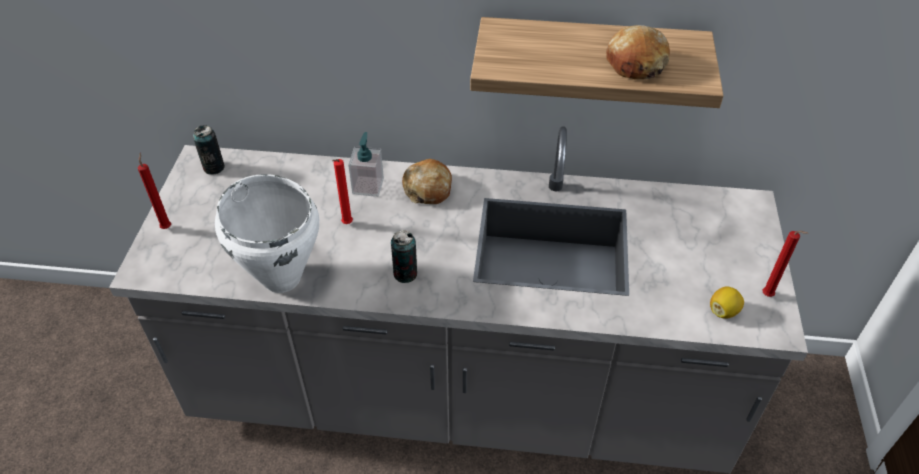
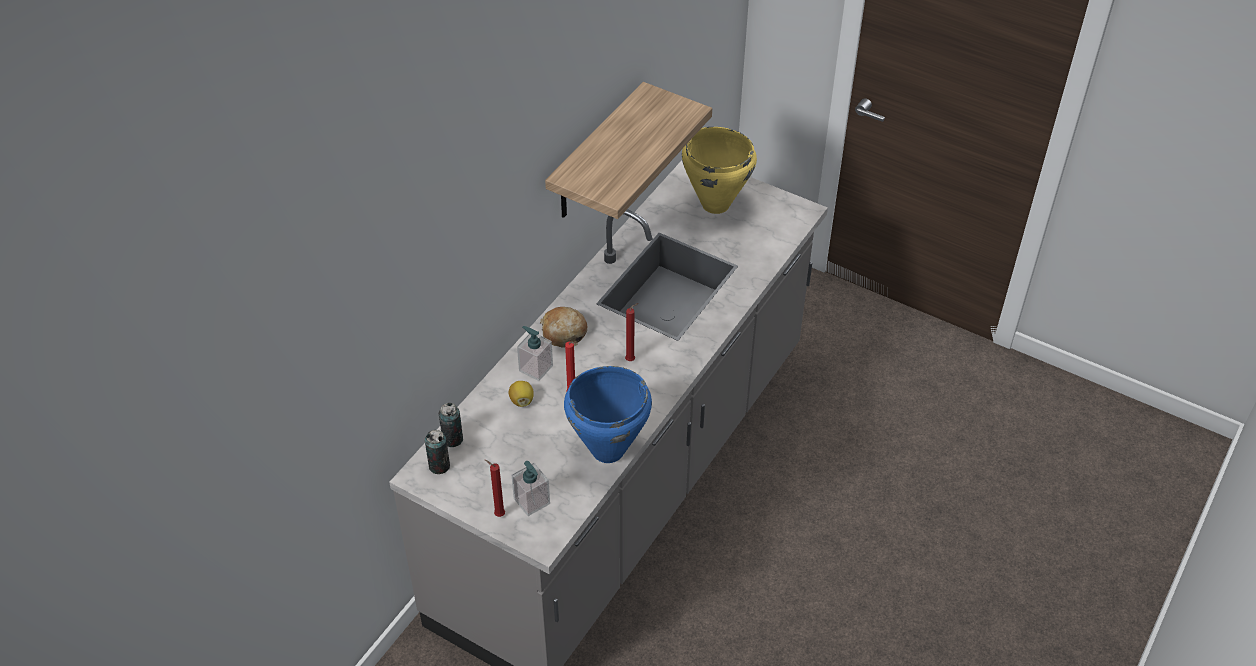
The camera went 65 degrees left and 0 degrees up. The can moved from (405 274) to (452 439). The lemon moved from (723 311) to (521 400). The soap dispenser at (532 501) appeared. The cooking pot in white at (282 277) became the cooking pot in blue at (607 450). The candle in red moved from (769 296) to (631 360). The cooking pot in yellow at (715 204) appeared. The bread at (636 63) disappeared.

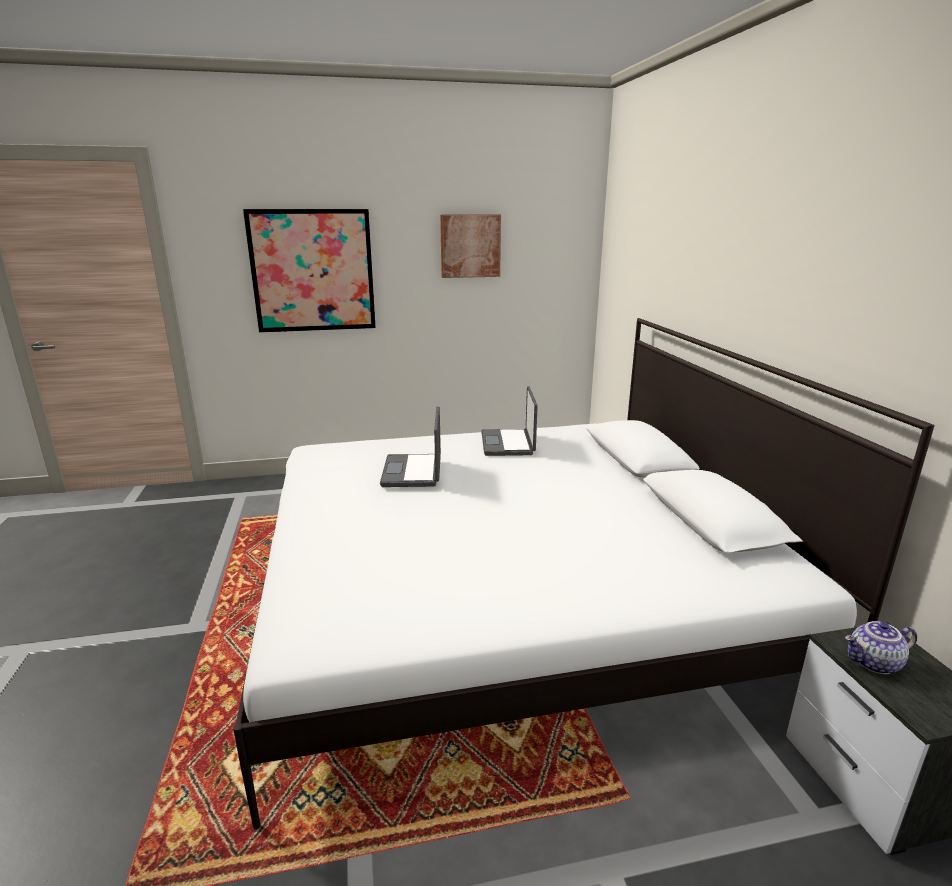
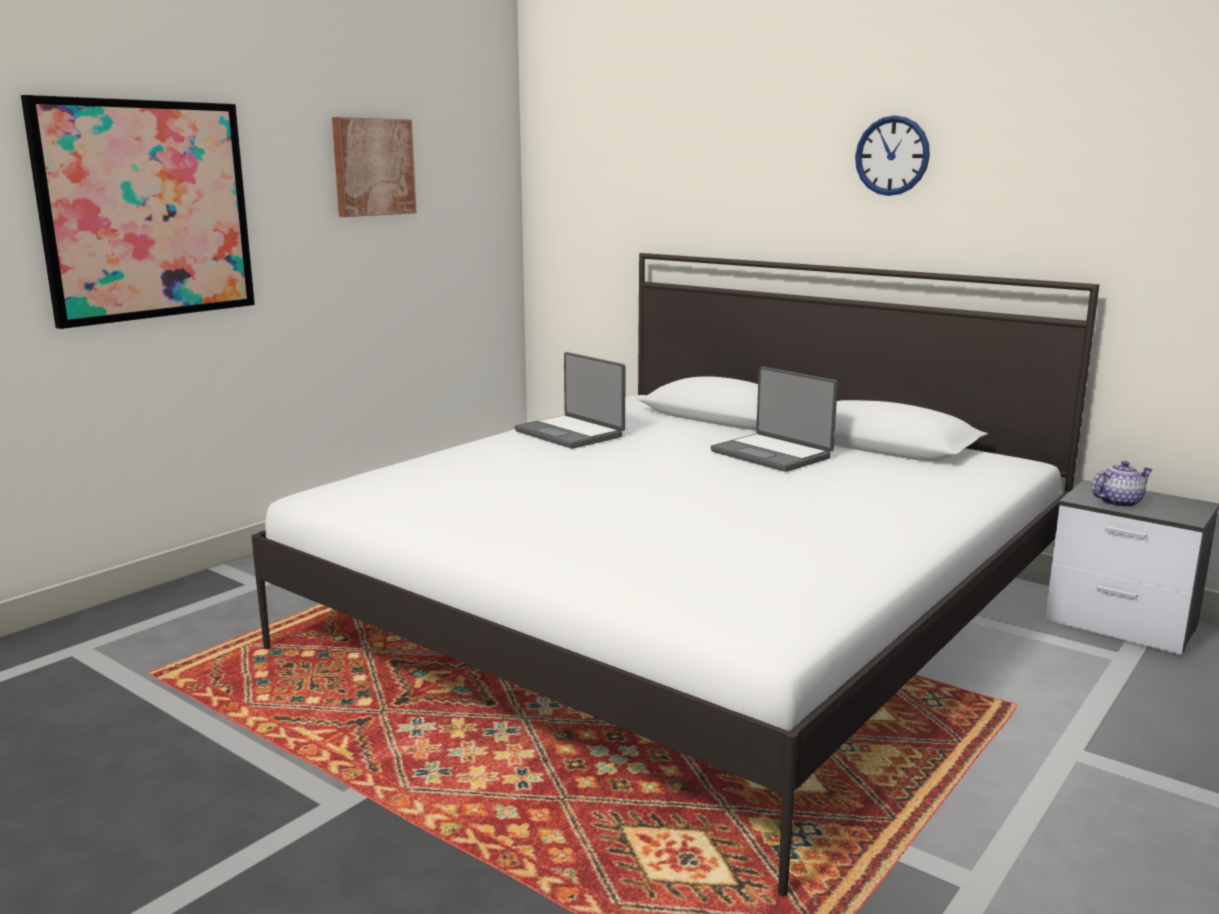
The camera went 40 degrees left and 5 degrees down. The laptop moved from (413 472) to (772 454). The wall clock at (892 156) appeared. The teapot at (874 664) turned 150 degrees counterclockwise.

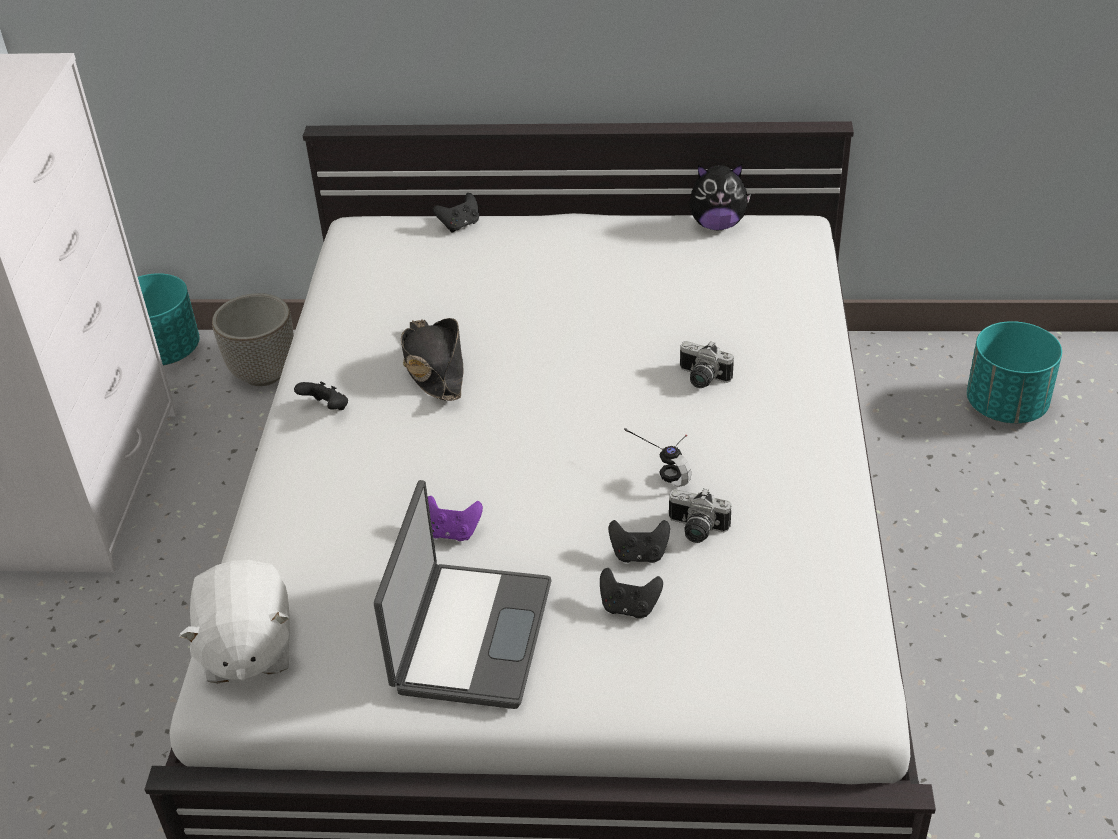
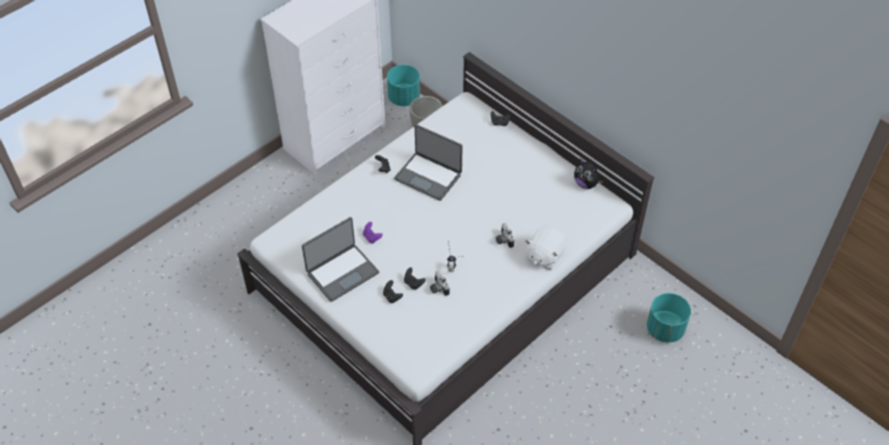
The camera went 40 degrees right and 10 degrees up. The hat in black at (434 367) was replaced by the laptop at (429 176). The plush toy in white moved from (246 649) to (544 255).

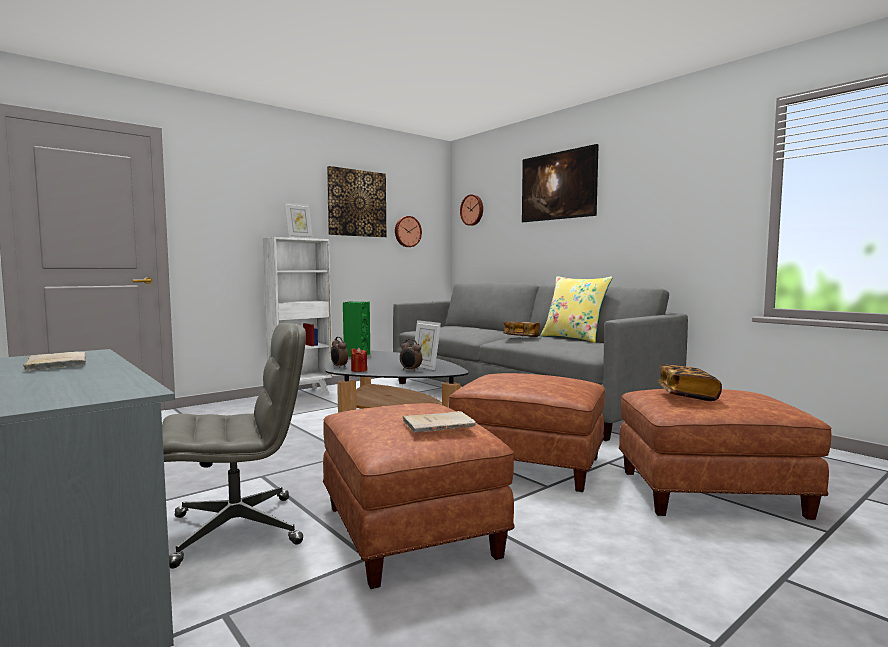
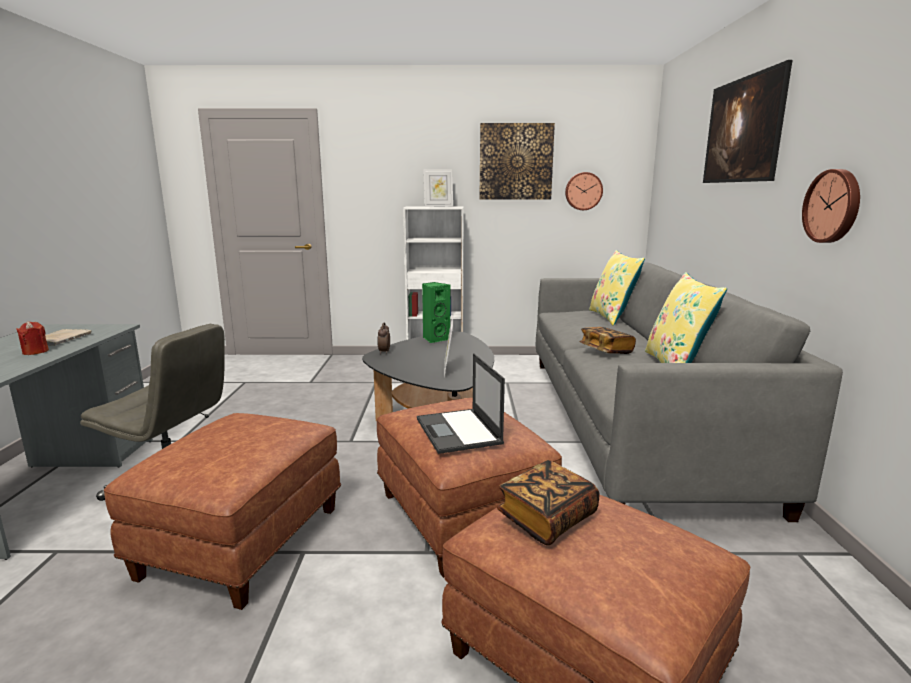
The camera went 40 degrees right and 10 degrees up. The candle in red moved from (359 370) to (35 352). The laptop at (459 431) appeared. The pillow in yellow at (612 317) appeared. The wall clock moved from (472 210) to (833 206). The alarm clock at (410 370) disappeared. The book in beige at (440 425) disappeared.

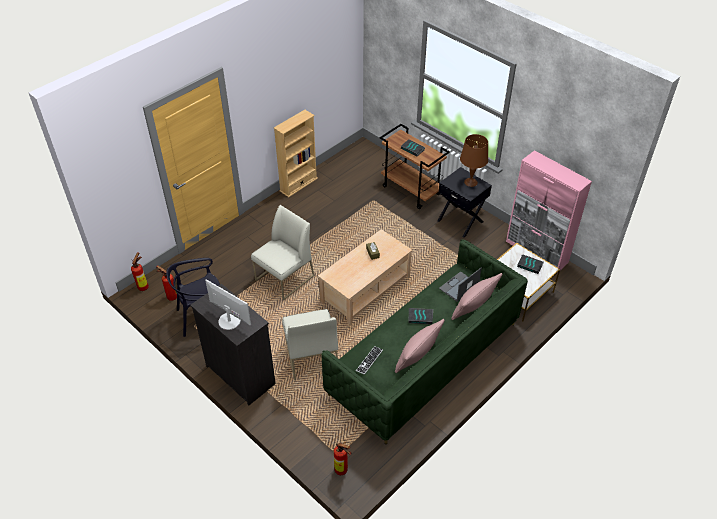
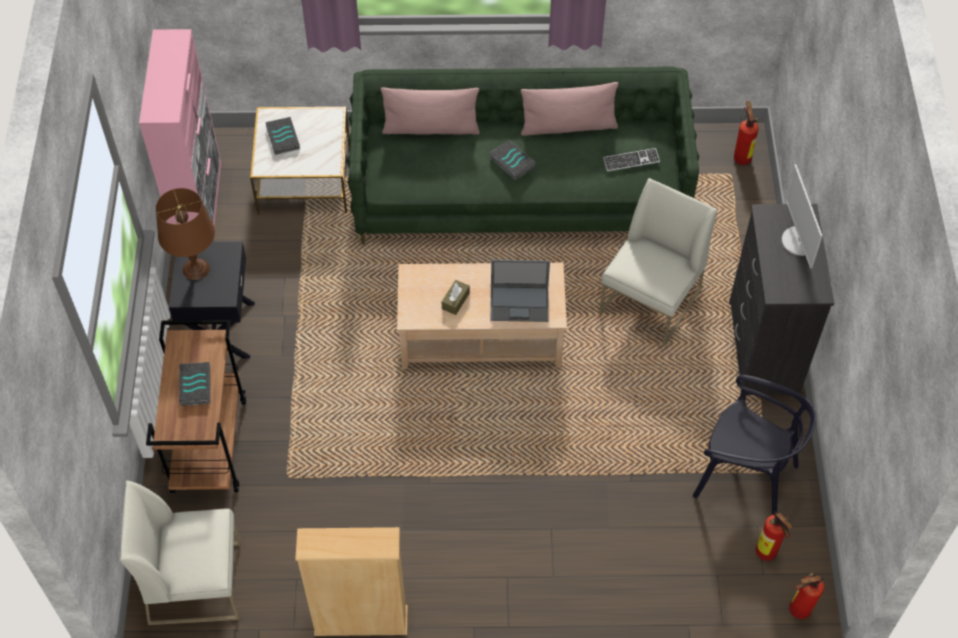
The camera went 135 degrees left and 10 degrees up. The chair in white moved from (284 278) to (196 582). The laptop moved from (458 287) to (520 303).

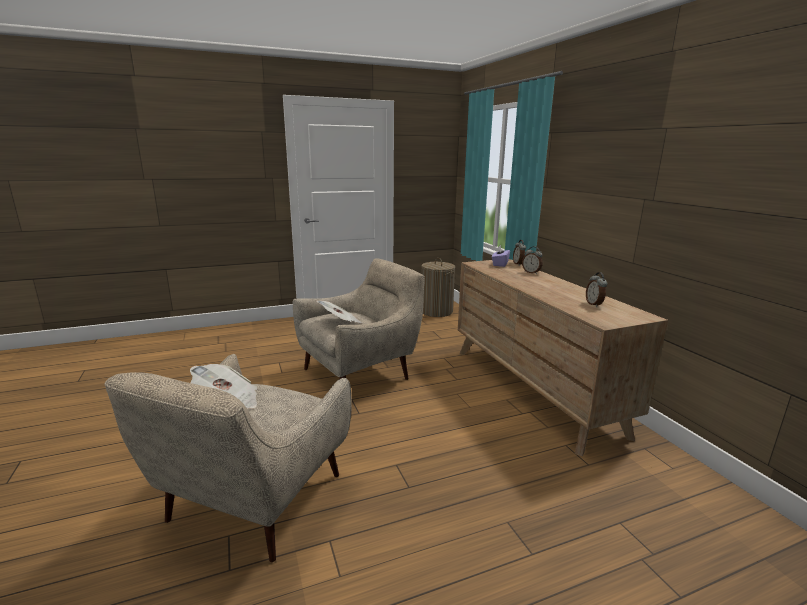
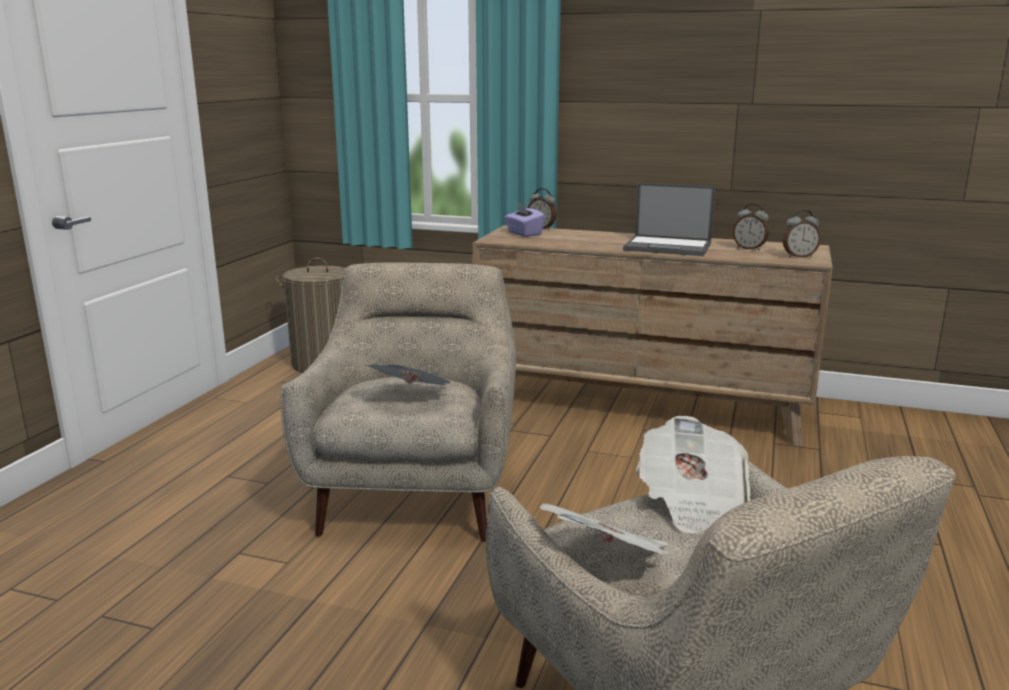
The camera went 50 degrees left and 0 degrees up. The laptop at (669 247) appeared. The newspaper at (692 502) appeared. The alarm clock moved from (531 272) to (798 256).

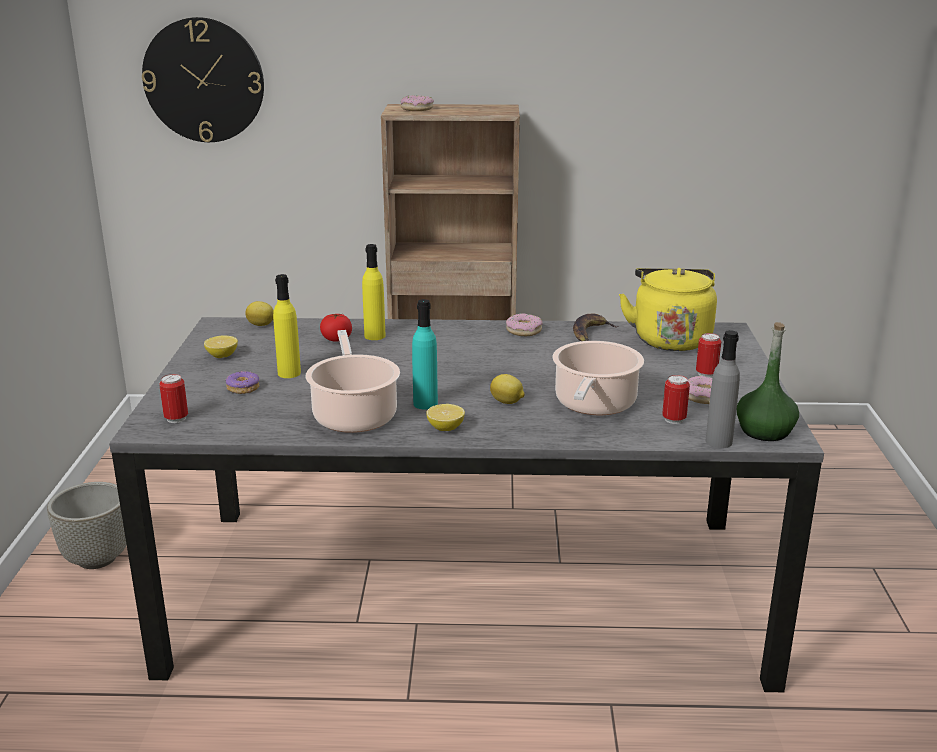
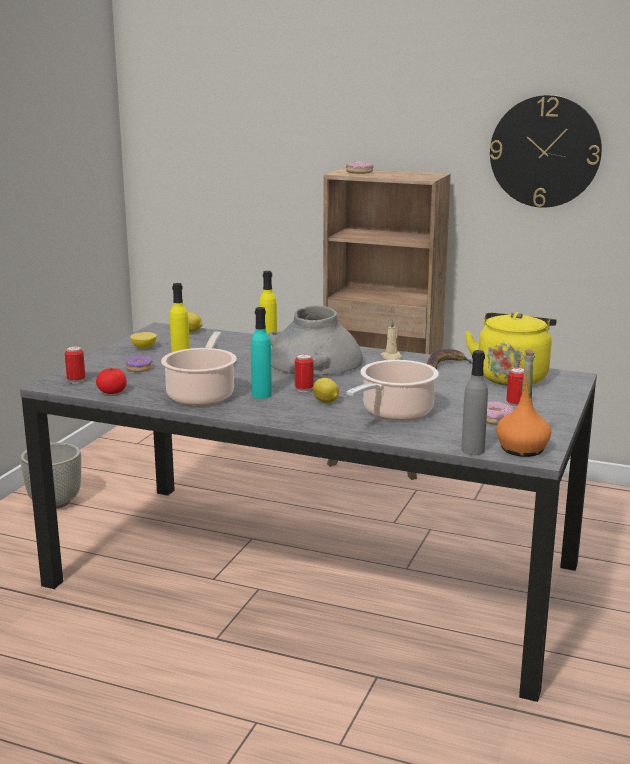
The camera went 20 degrees right and 5 degrees down. The tomato moved from (336 339) to (112 392). The vase in grey at (315 362) appeared. The can moved from (674 419) to (304 389). The donut at (524 331) was replaced by the candle in beige at (391 357). The wall clock moved from (204 80) to (545 151). The bottle in green at (765 431) became the bottle in orange at (522 449). The lemon at (445 428) disappeared.

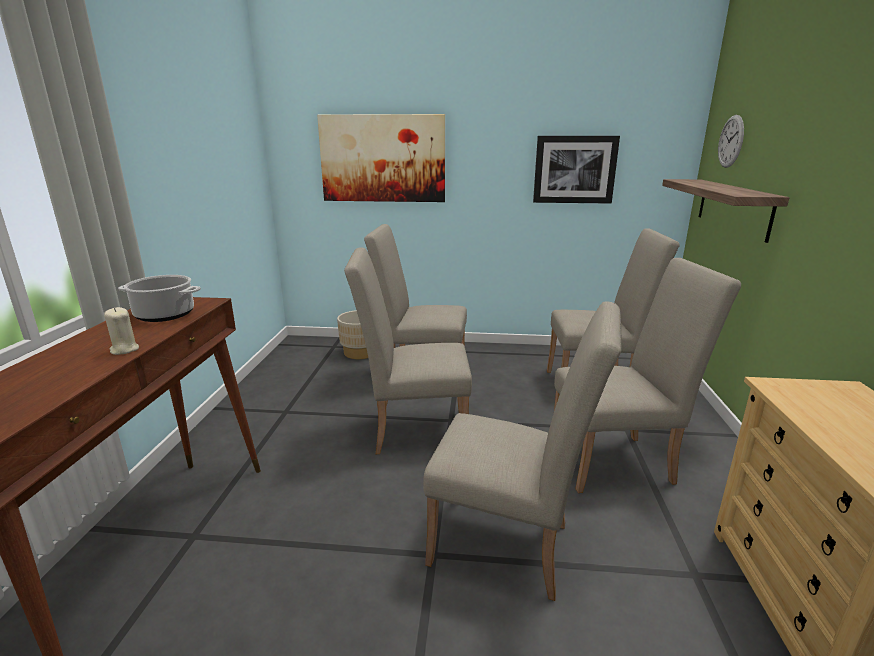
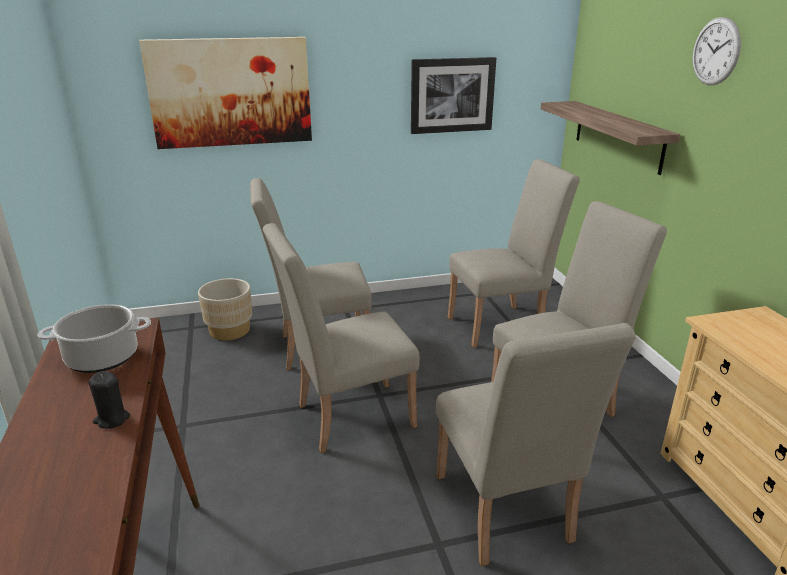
The camera went 20 degrees left and 5 degrees up. The candle in beige at (124 350) became the candle in black at (112 419). The chair in beige at (511 547) turned 75 degrees clockwise. The wall clock moved from (731 141) to (715 51).

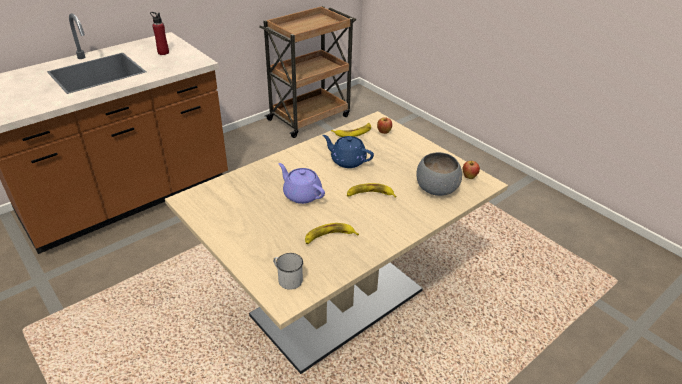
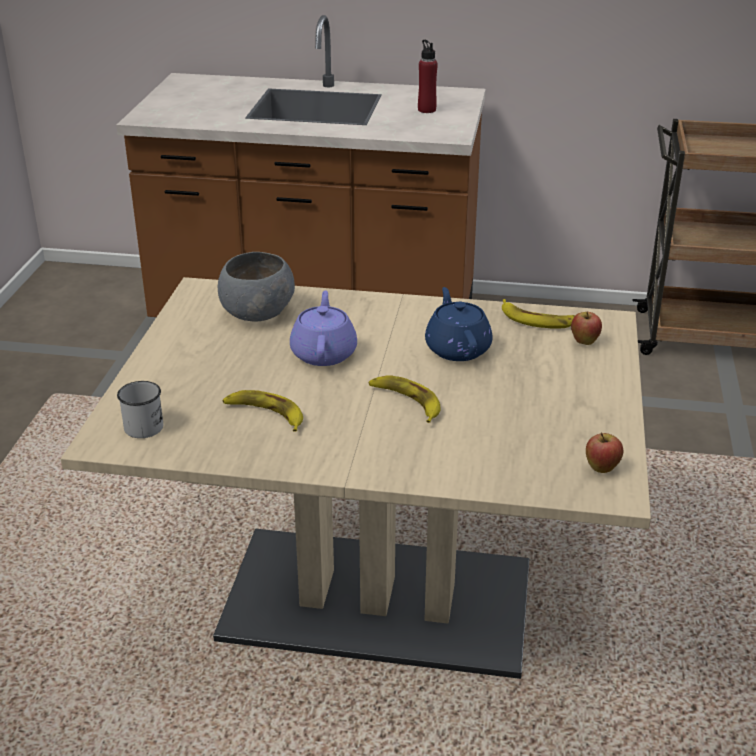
The camera went 50 degrees right and 5 degrees down. The bowl in grey moved from (436 189) to (256 313).

